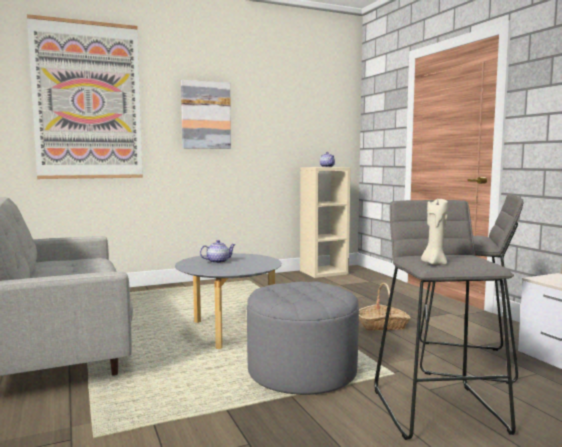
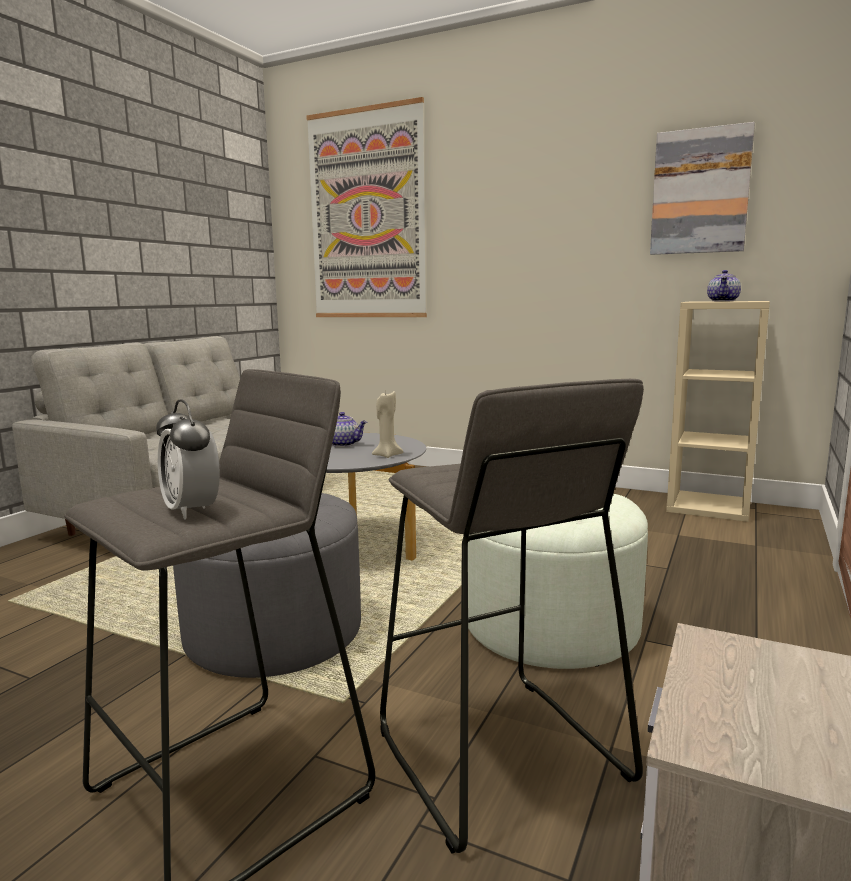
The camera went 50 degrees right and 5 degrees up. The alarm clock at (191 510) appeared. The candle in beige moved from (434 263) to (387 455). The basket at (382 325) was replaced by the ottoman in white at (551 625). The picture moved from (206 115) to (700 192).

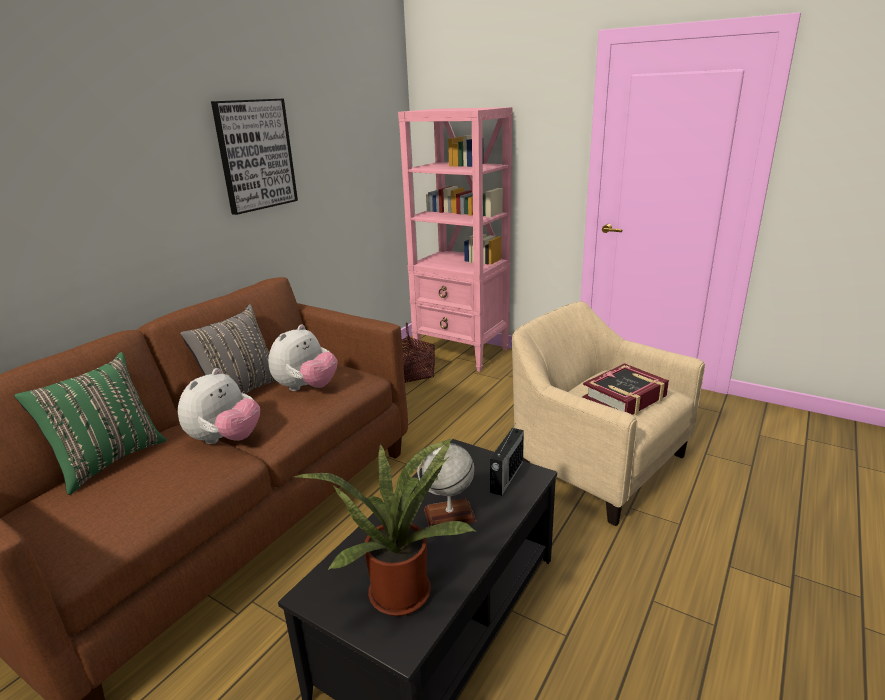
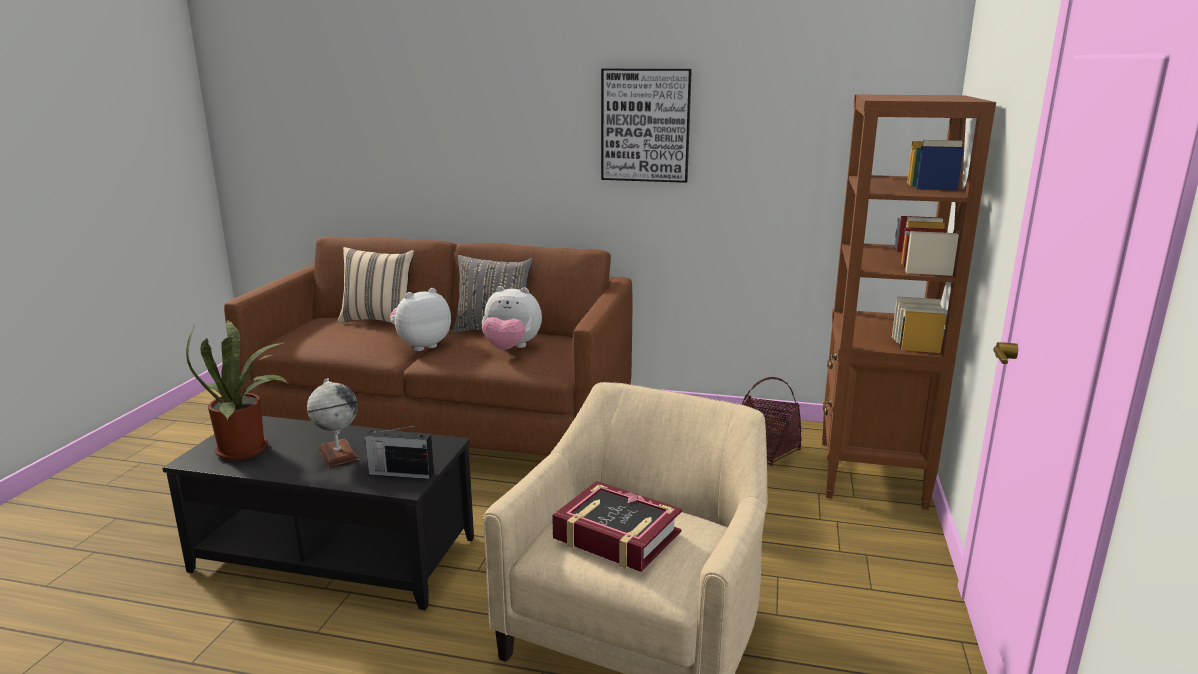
The camera went 70 degrees right and 5 degrees down. The pillow in green at (109 461) became the pillow in beige at (379 320). The plush toy at (225 440) turned 135 degrees clockwise. The bookcase in pink at (462 353) became the bookcase in brown at (870 474).

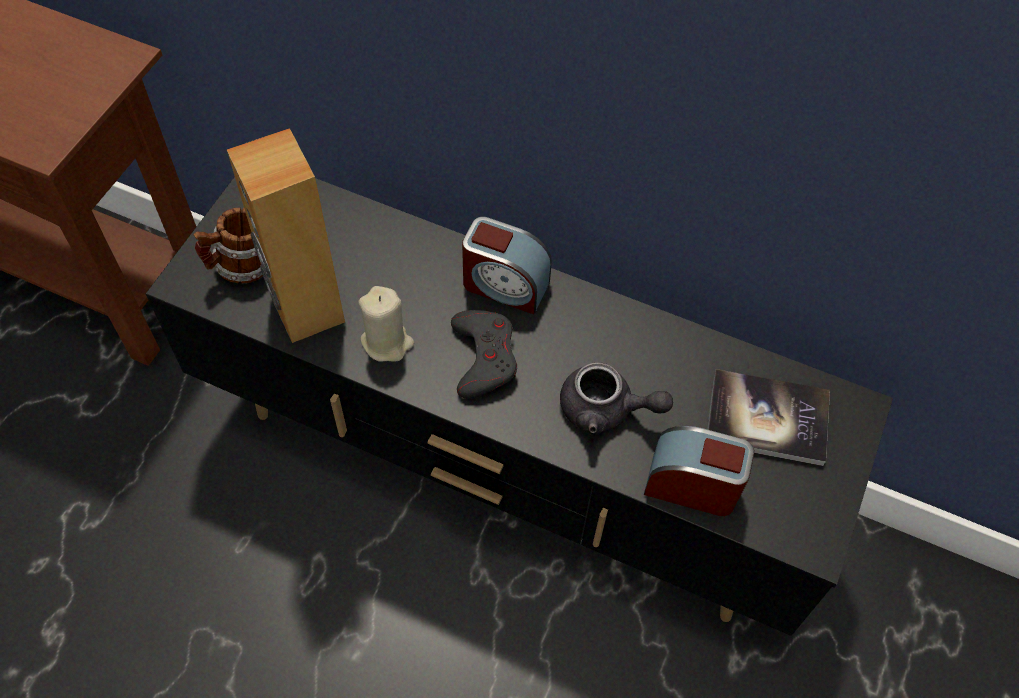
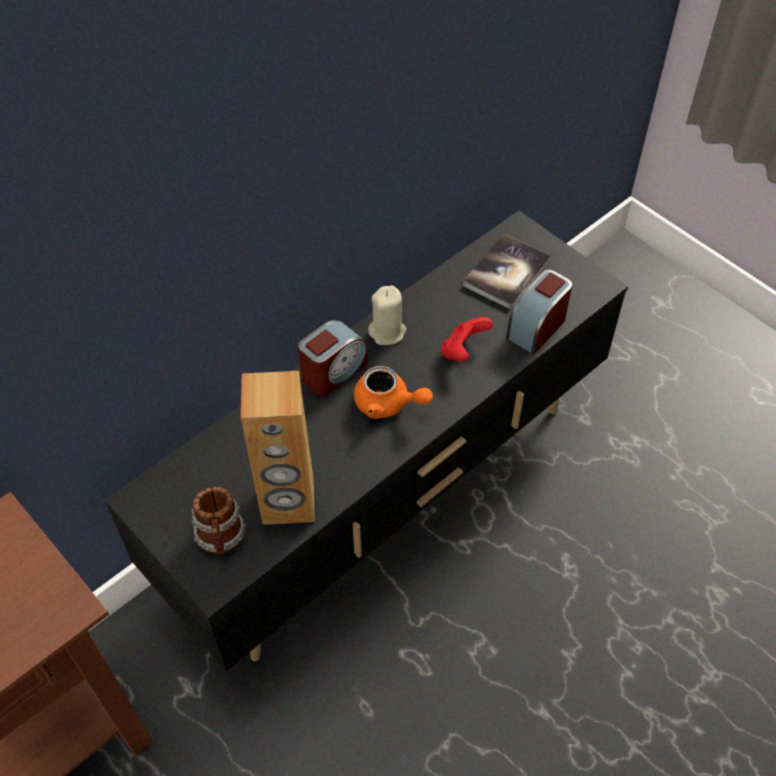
The camera went 65 degrees left and 5 degrees down. The game controller in grey at (484 357) was replaced by the teapot in orange at (388 404). The candle in beige moved from (387 342) to (387 332). The teapot in grey at (606 410) was replaced by the game controller in red at (463 351).

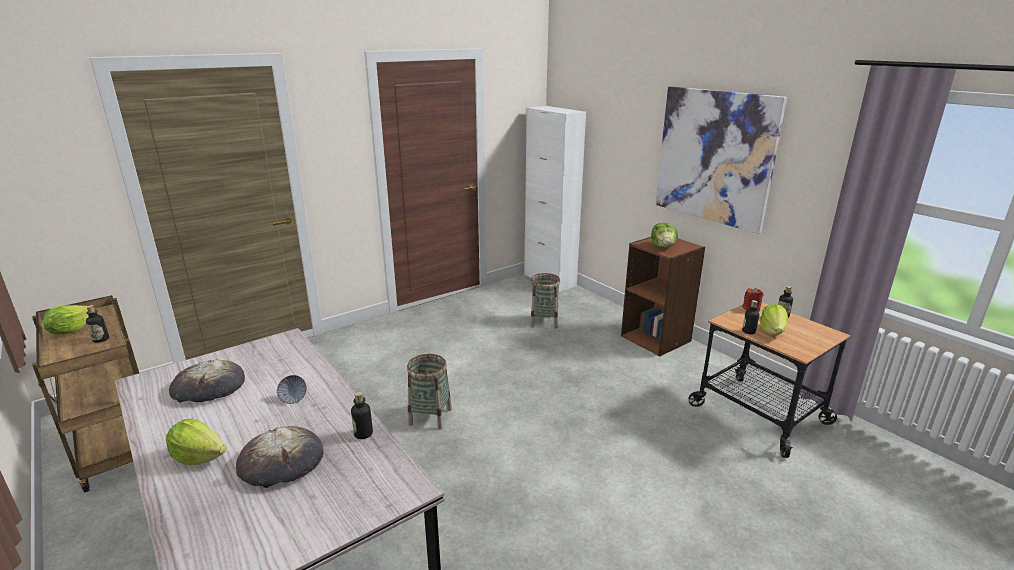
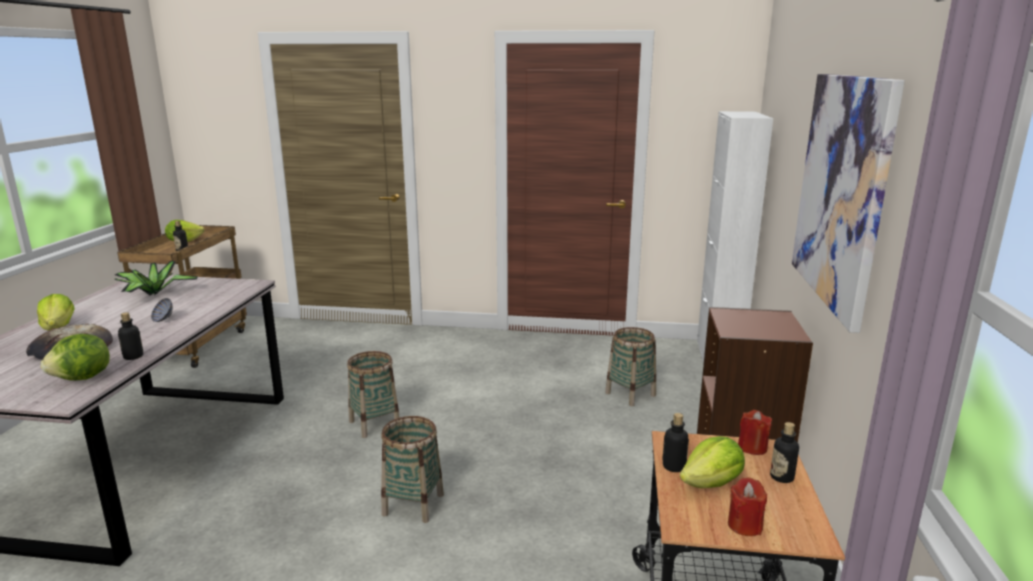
The camera went 45 degrees right and 5 degrees down. The lettuce moved from (663 247) to (83 378). The bread at (208 387) was replaced by the potted plant at (153 294). The basket at (413 504) appeared. The candle in red at (745 525) appeared.

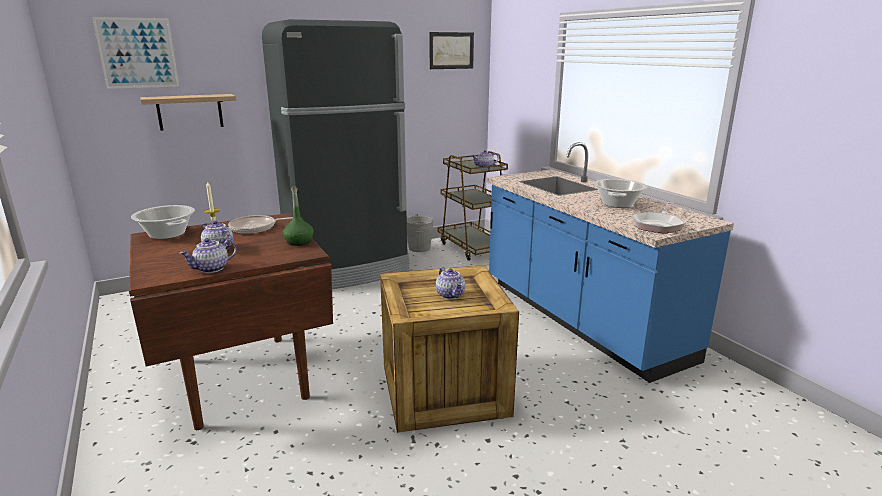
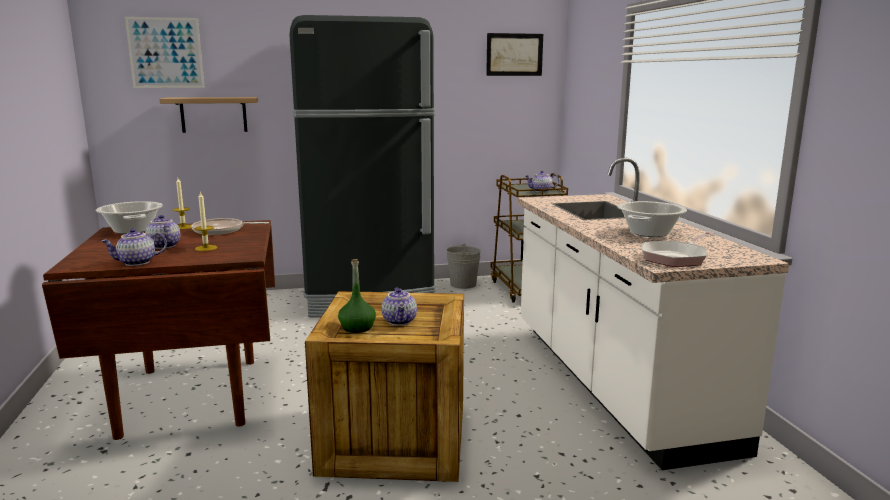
The camera went 15 degrees right and 5 degrees down. The candle at (206 248) appeared. The bottle in green moved from (299 242) to (357 327). The counter in blue at (579 319) became the counter in white at (612 382).

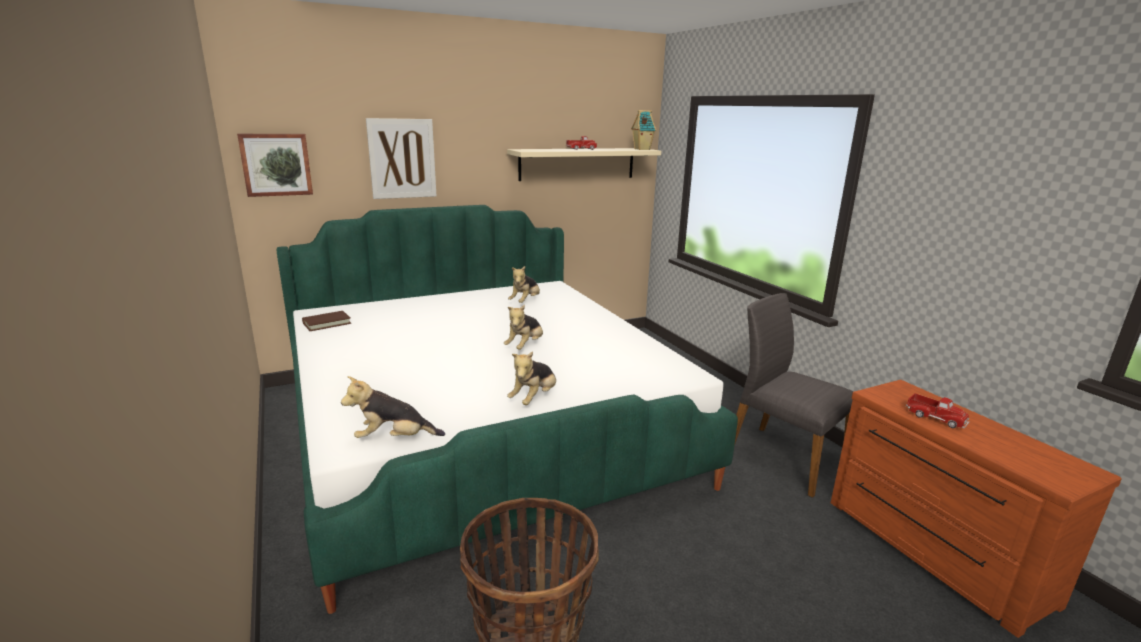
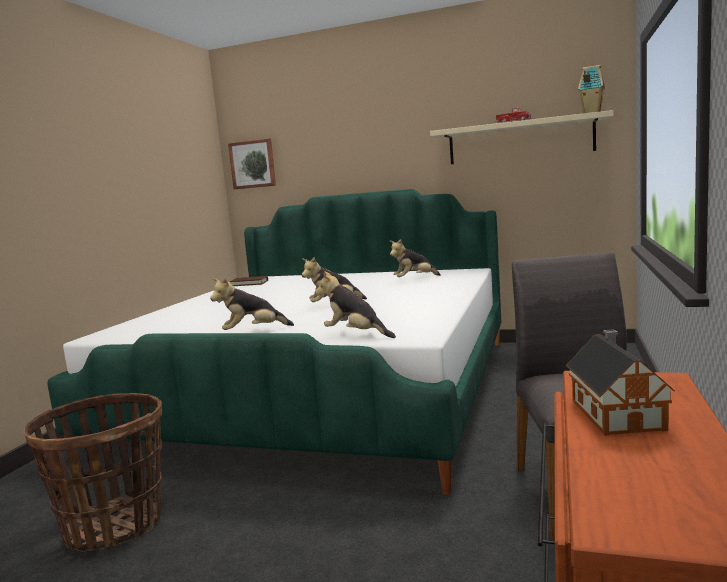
The camera went 45 degrees right and 10 degrees down. The plush toy moved from (394 439) to (355 334). The toy truck at (935 417) was replaced by the toy house at (616 413). The picture at (402 158) disappeared.

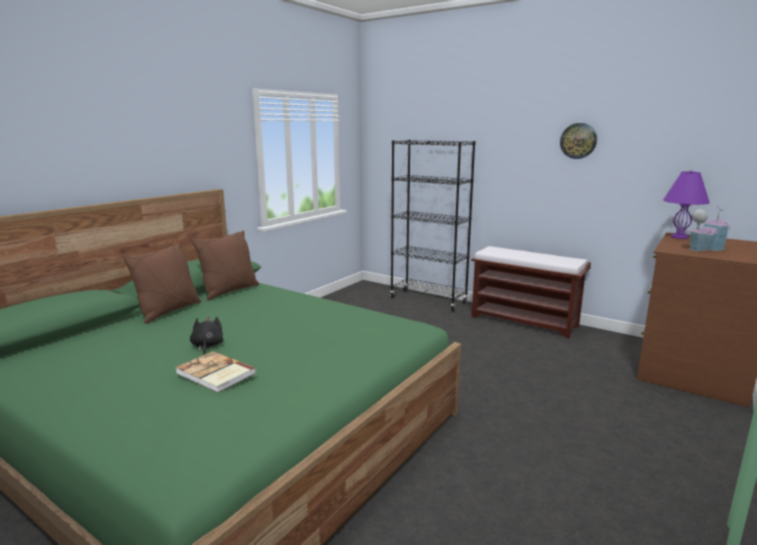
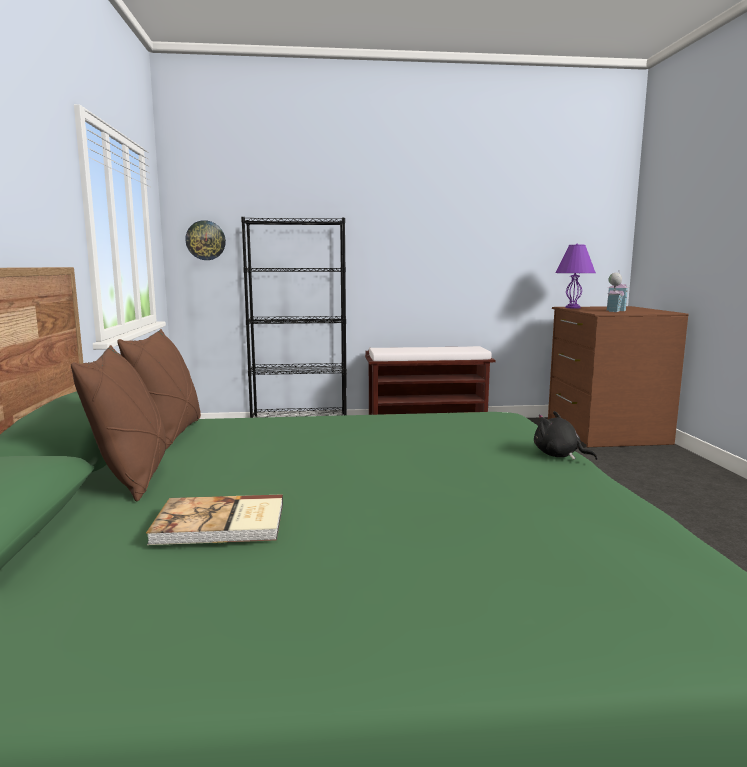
The camera went 40 degrees left and 5 degrees down. The book moved from (215 374) to (221 524). The wall clock moved from (578 141) to (205 240). The plush toy in black moved from (207 346) to (559 455).

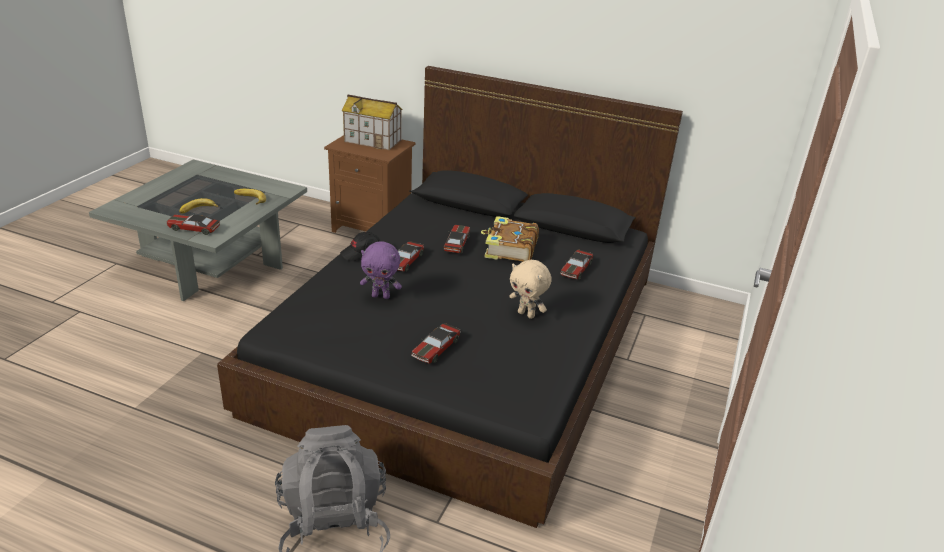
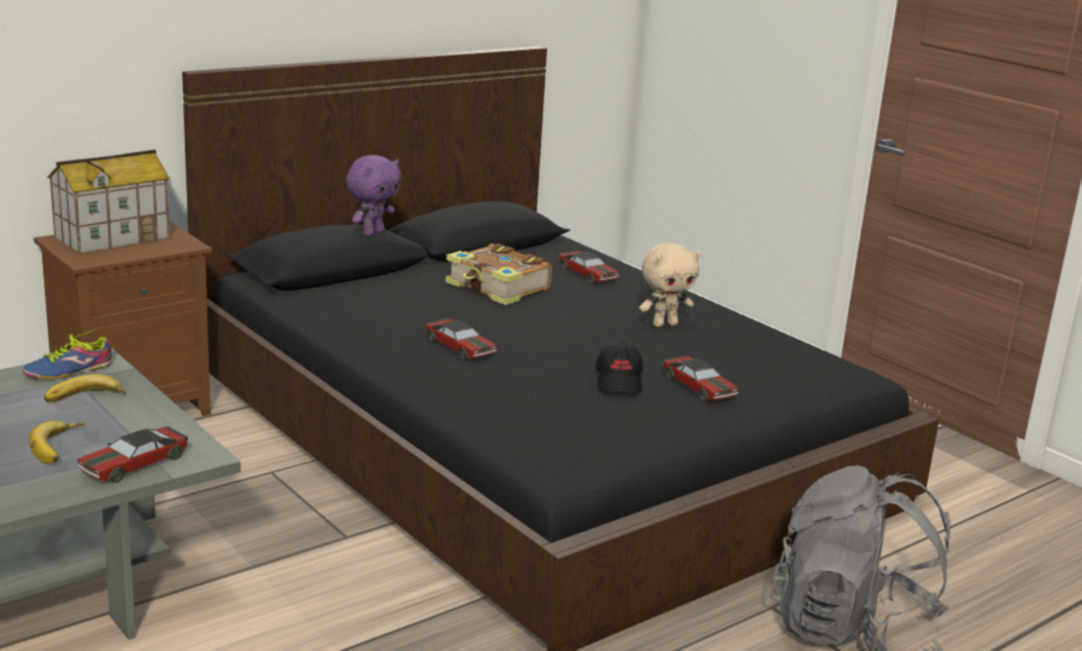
The camera went 60 degrees left and 10 degrees down. The shoe at (67 370) appeared. The plush toy in purple moved from (381 296) to (373 233). The cap in black moved from (361 253) to (619 381). The toy car at (456 243) disappeared.

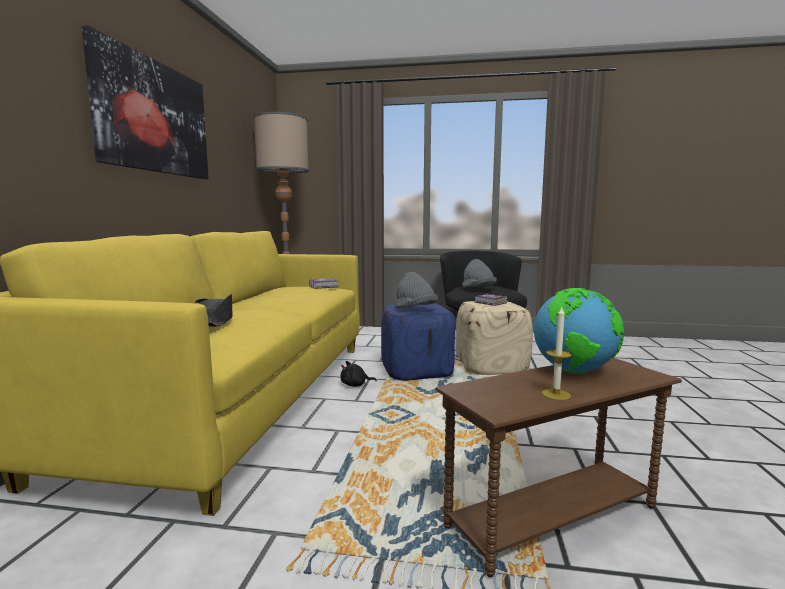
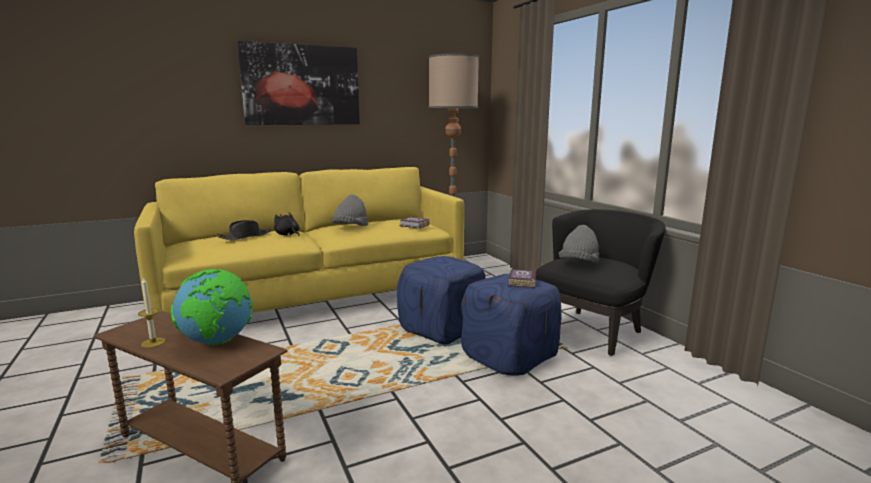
The camera went 55 degrees right and 5 degrees up. The plush toy in black moved from (355 385) to (287 235). The hat in grey moved from (415 310) to (350 228). The ottoman in beige at (491 365) became the ottoman in blue at (510 356).

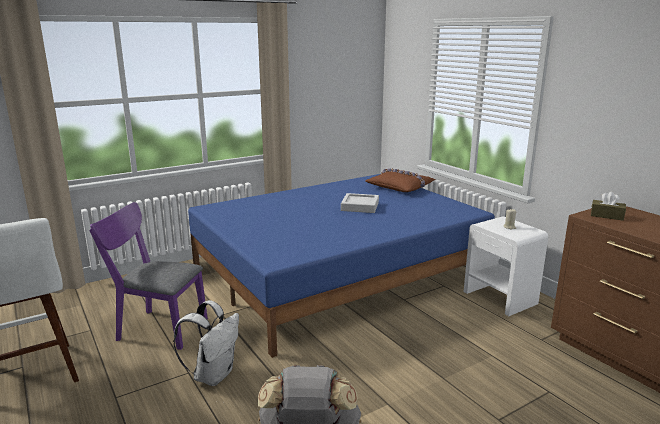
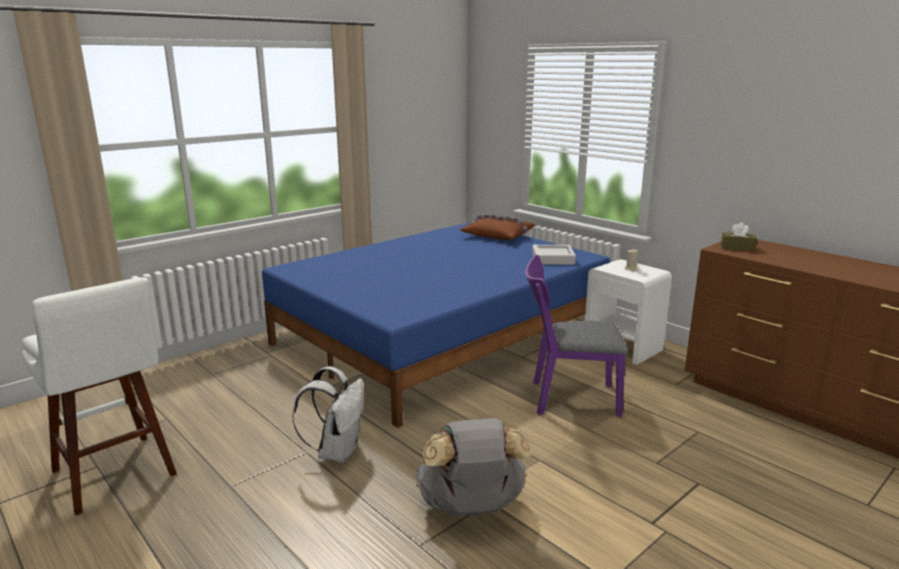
The camera went 10 degrees left and 0 degrees up. The chair in purple moved from (157 328) to (567 398). The tray in grey moved from (360 206) to (553 259).

